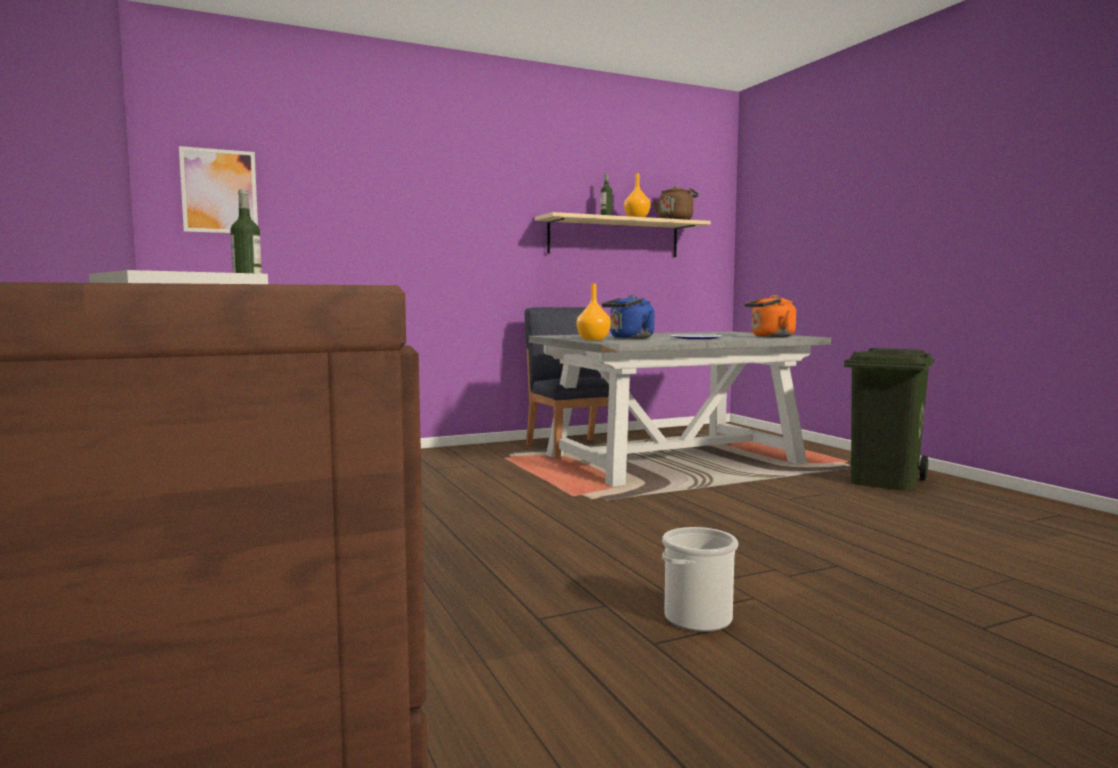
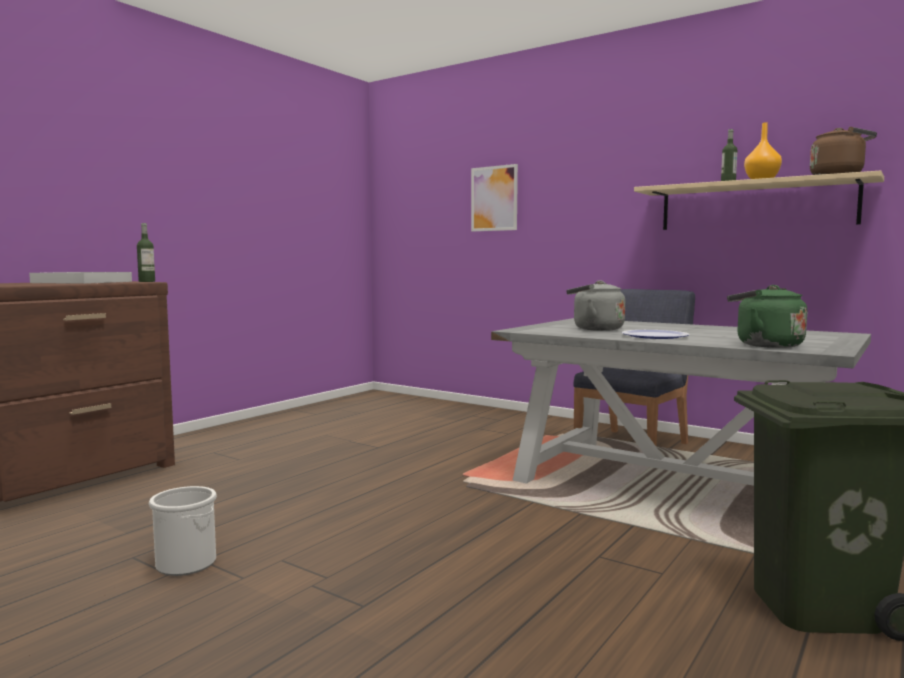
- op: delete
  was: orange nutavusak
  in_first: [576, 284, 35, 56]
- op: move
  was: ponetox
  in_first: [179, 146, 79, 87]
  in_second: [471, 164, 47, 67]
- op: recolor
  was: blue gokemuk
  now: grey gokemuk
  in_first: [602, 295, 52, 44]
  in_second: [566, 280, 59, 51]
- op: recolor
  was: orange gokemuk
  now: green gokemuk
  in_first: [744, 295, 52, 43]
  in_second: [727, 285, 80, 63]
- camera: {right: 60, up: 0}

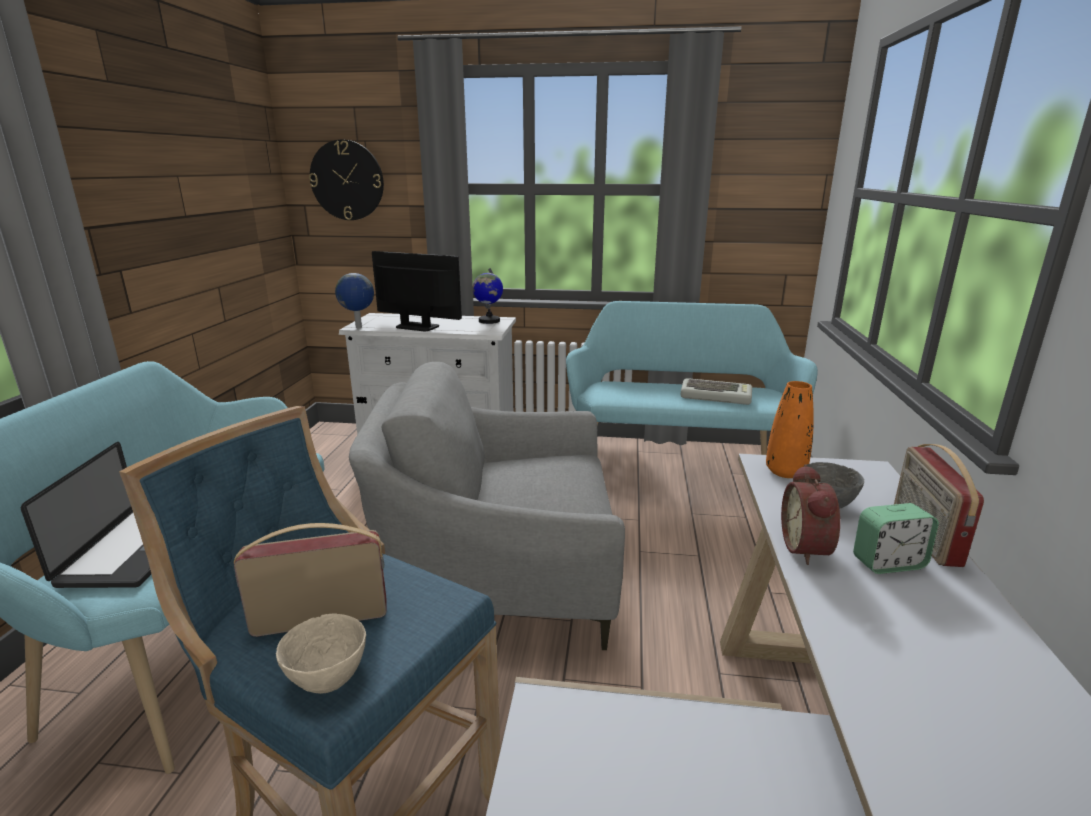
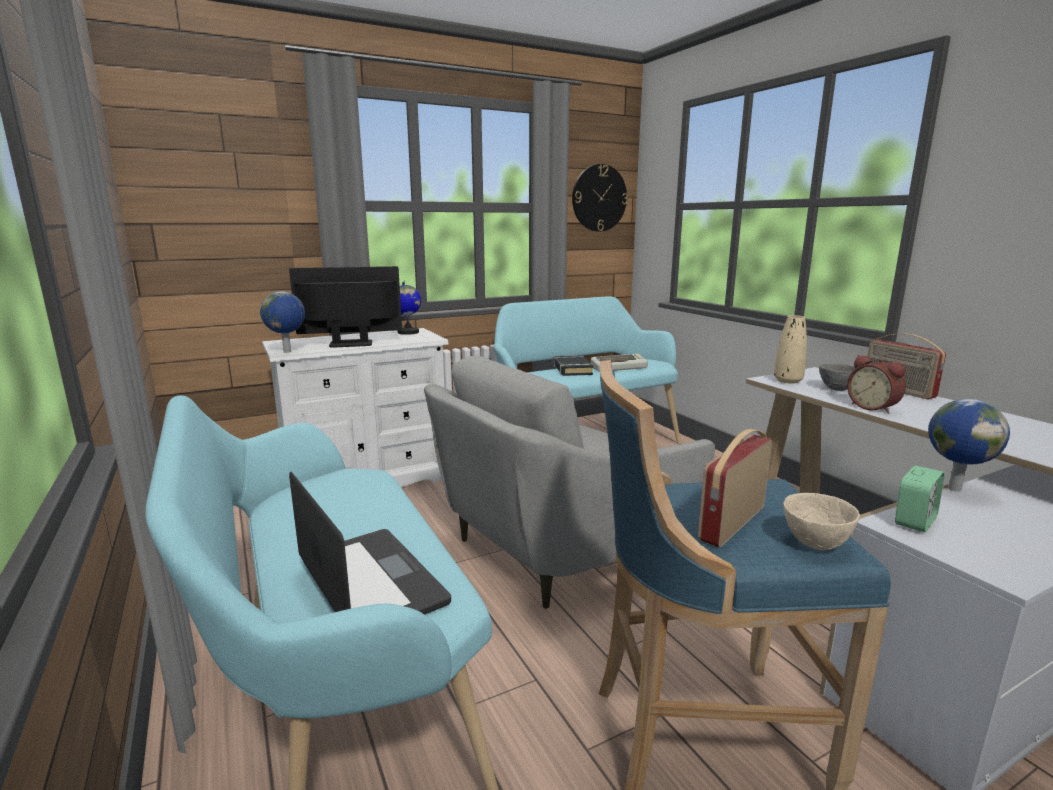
- op: insert
  now: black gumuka
  in_second: [553, 355, 40, 21]
- op: insert
  now: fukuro
  in_second: [928, 399, 82, 93]
- op: move
  was: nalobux
  in_first: [309, 140, 75, 80]
  in_second: [572, 164, 56, 68]
- op: move
  was: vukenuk
  in_first: [853, 503, 86, 71]
  in_second: [895, 466, 50, 66]
- op: recolor
  was: orange nutavusak
  now: beige nutavusak
  in_first: [766, 381, 48, 97]
  in_second: [774, 315, 33, 68]
- camera: {right: -35, up: -5}

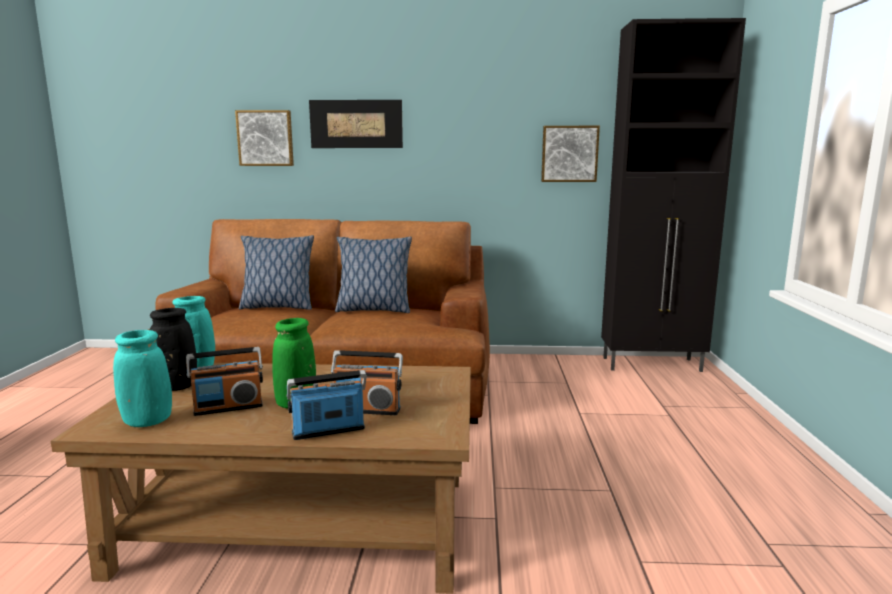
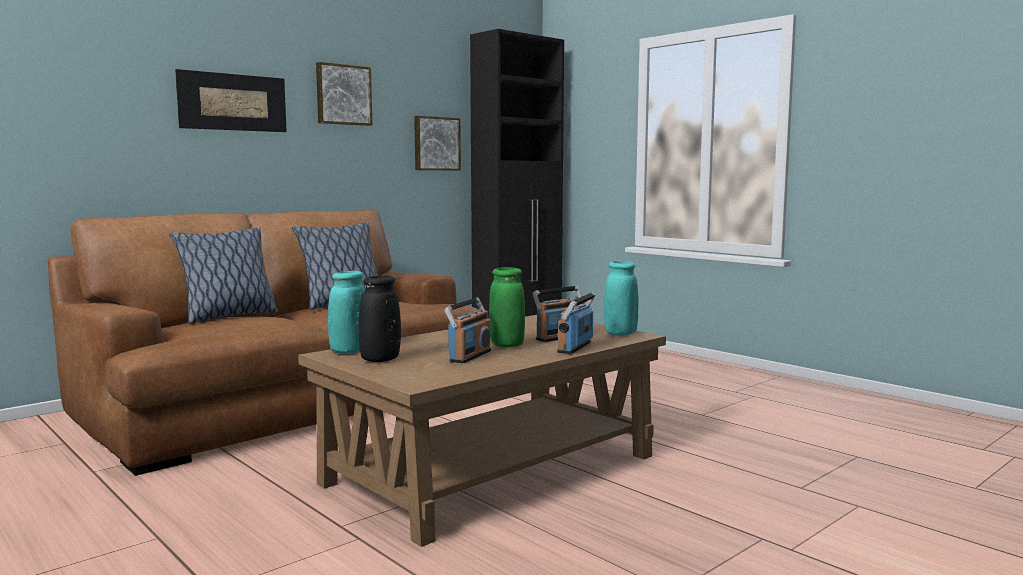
- op: move
  was: turquoise nutavusak
  in_first: [113, 330, 59, 97]
  in_second: [604, 261, 35, 75]
- op: move
  was: ponetox
  in_first: [235, 110, 59, 56]
  in_second: [316, 62, 56, 64]
- camera: {right: -45, up: -5}

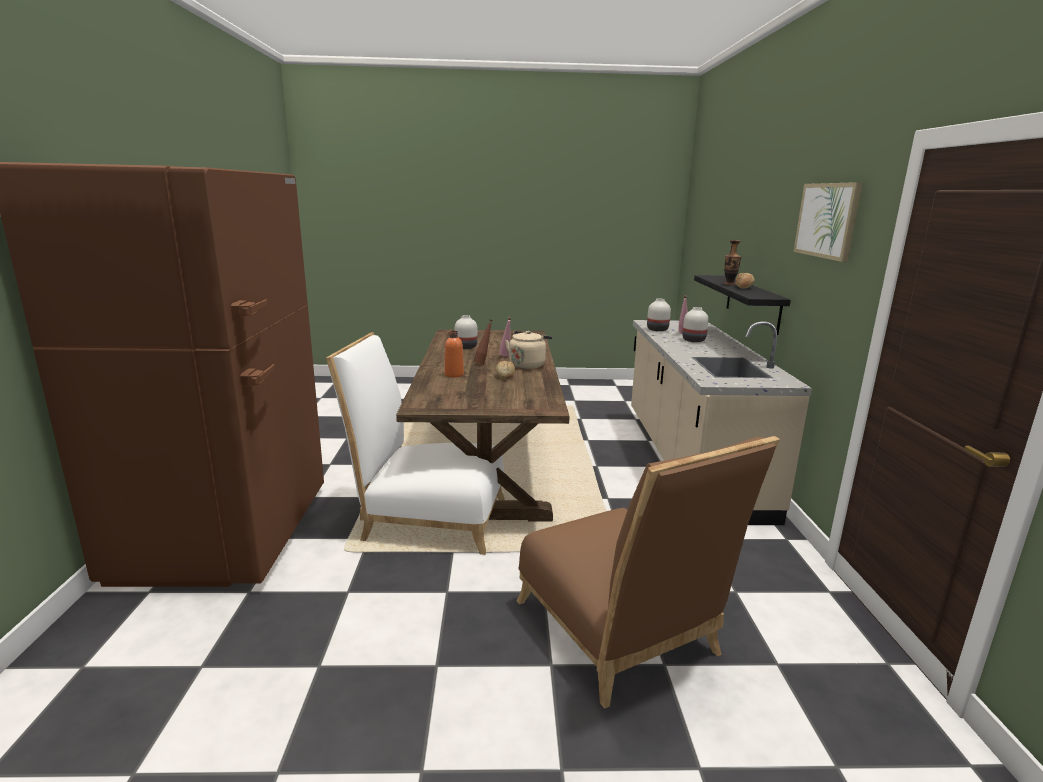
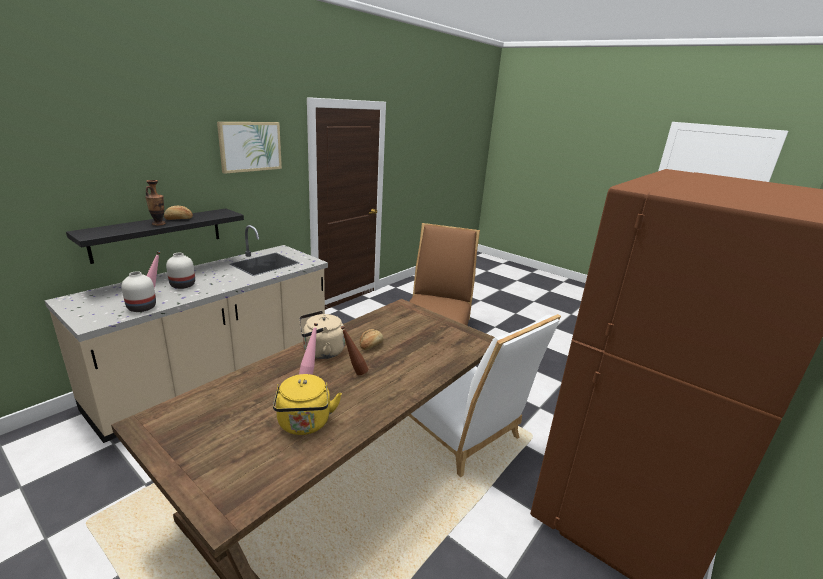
- op: delete
  was: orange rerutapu
  in_first: [445, 331, 19, 47]
- op: replace
  was: white nutavusak
  now: yellow gokemuk
  in_first: [455, 315, 22, 34]
  in_second: [273, 374, 69, 61]
- camera: {right: -140, up: 5}

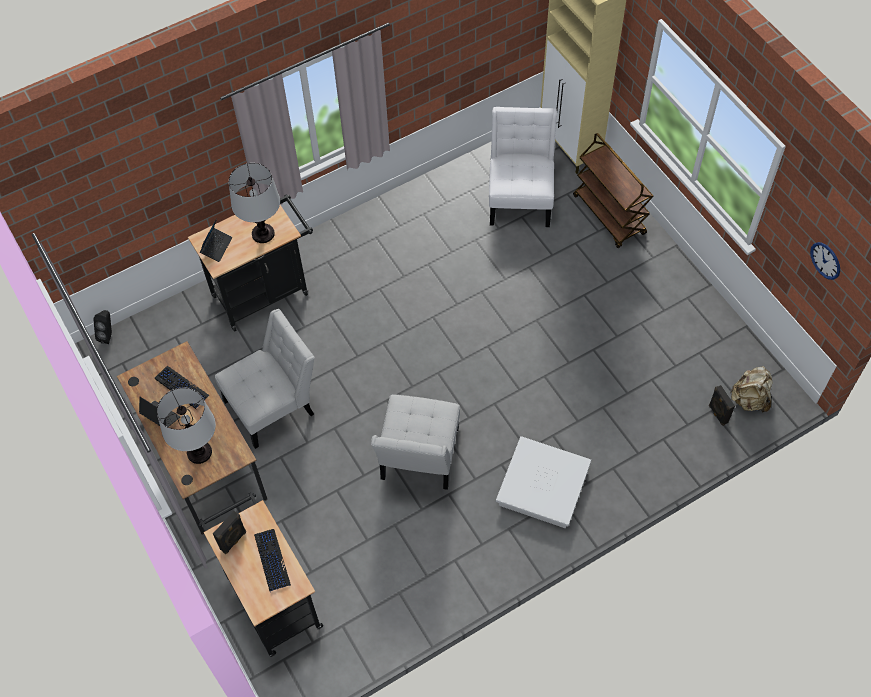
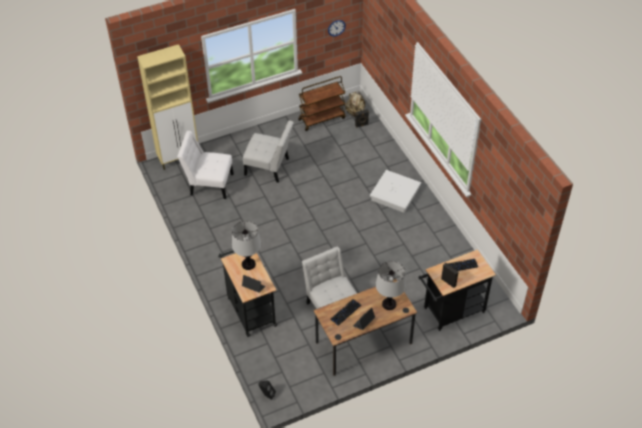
- op: move
  was: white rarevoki
  in_first: [371, 394, 89, 96]
  in_second: [243, 120, 51, 63]
- op: move
  was: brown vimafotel
  in_first: [573, 133, 81, 115]
  in_second: [298, 76, 48, 55]
- camera: {right: -85, up: -10}

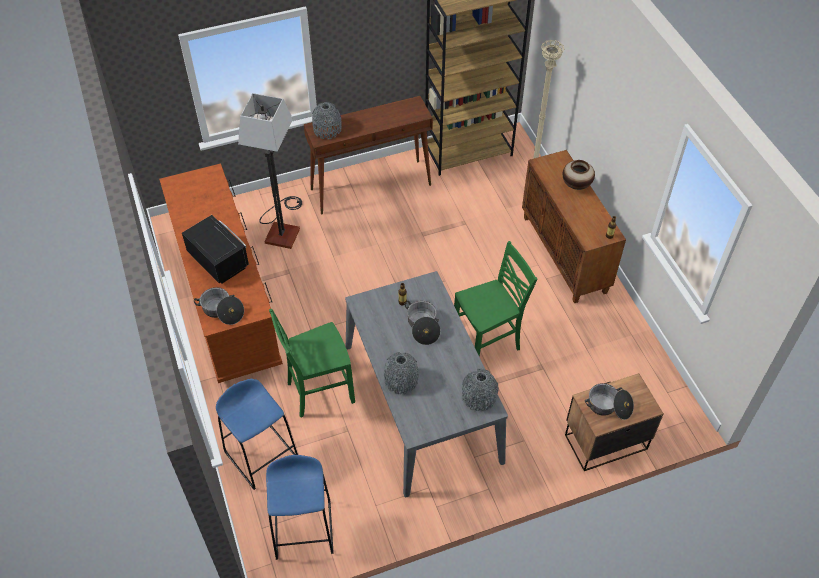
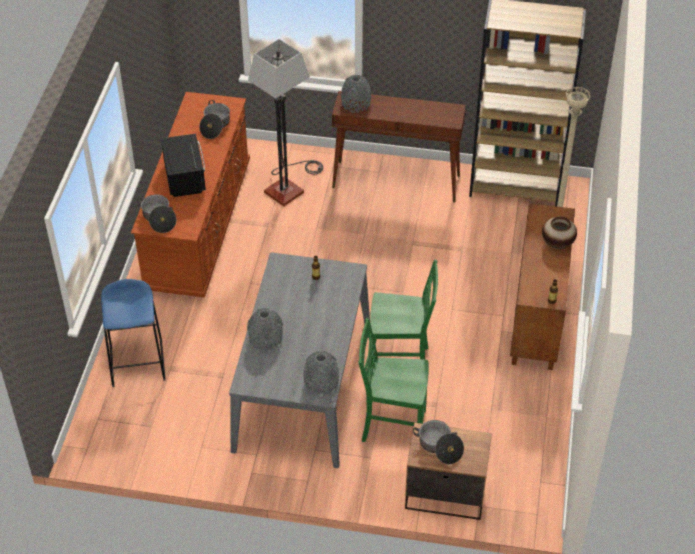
- op: delete
  was: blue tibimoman
  in_first: [266, 455, 68, 105]
- op: move
  was: green rarevoki
  in_first: [269, 309, 86, 109]
  in_second: [358, 318, 71, 124]
- op: move
  was: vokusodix
  in_first: [404, 301, 37, 44]
  in_second: [199, 100, 31, 39]
- camera: {right: 30, up: -5}

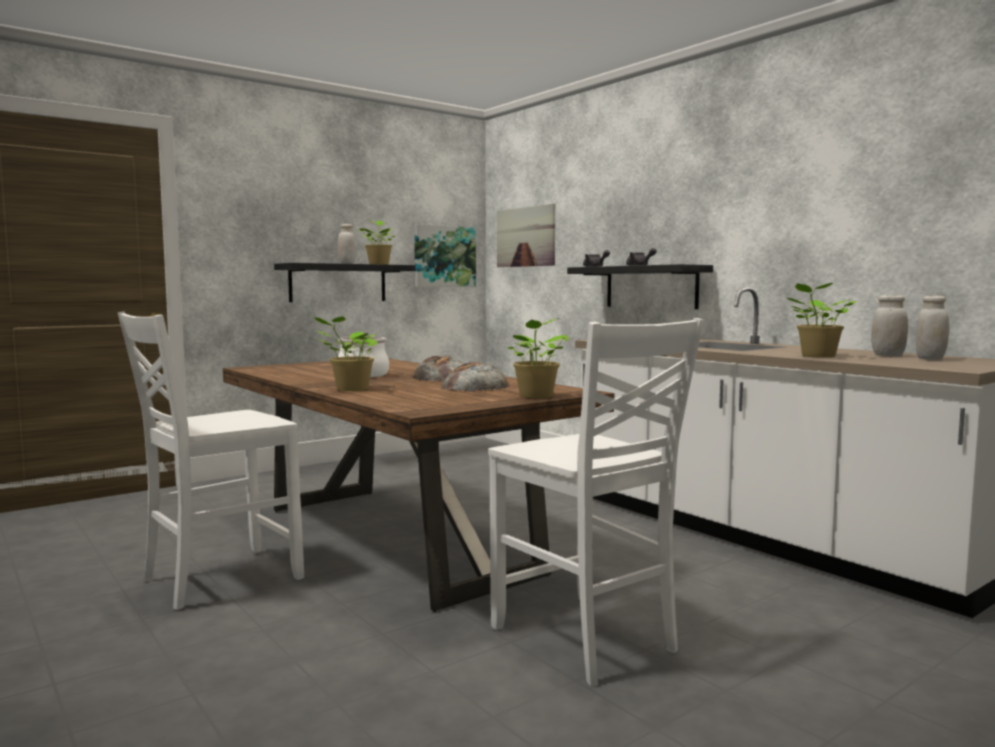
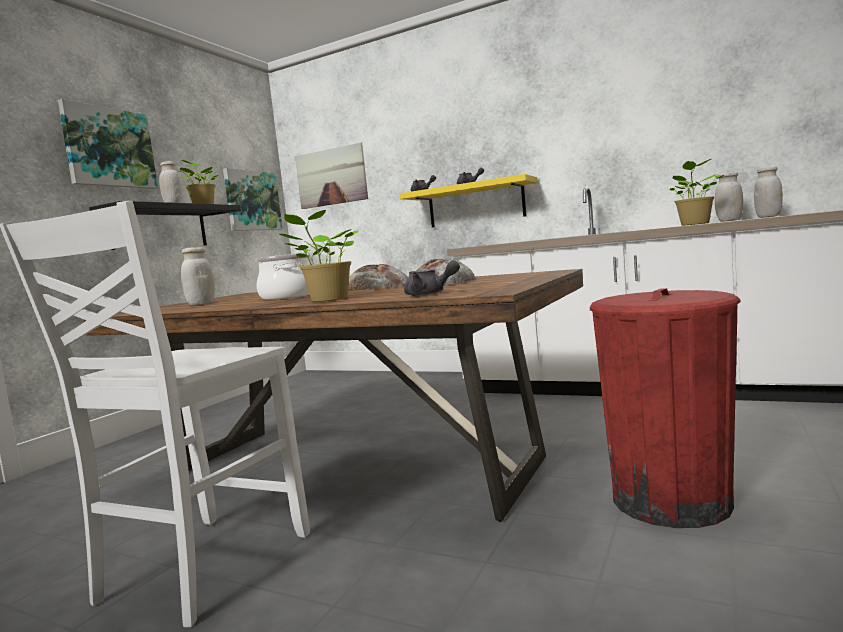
- op: delete
  was: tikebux
  in_first: [507, 318, 66, 80]
- op: insert
  now: ponetox
  in_second: [58, 99, 100, 90]
- op: insert
  now: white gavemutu
  in_second: [181, 247, 34, 58]
- op: insert
  now: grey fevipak
  in_second: [404, 260, 56, 36]
- op: replace
  was: white rarevoki
  now: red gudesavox
  in_first: [488, 318, 216, 369]
  in_second: [590, 288, 150, 240]
- op: recolor
  was: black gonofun
  now: yellow gonofun
  in_first: [567, 264, 146, 45]
  in_second: [400, 174, 138, 54]
- camera: {right: -25, up: 0}

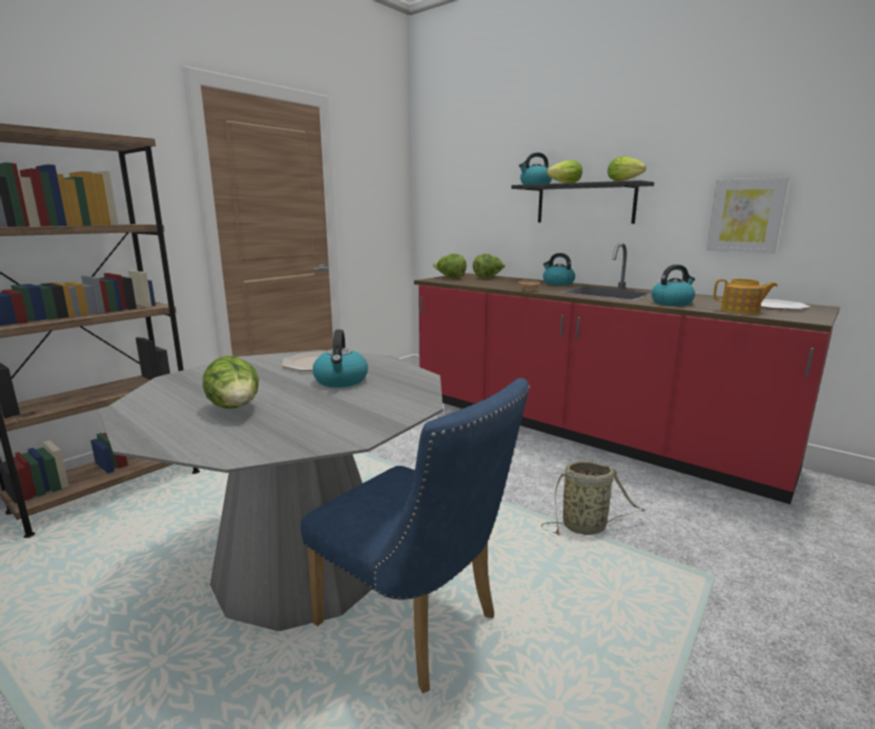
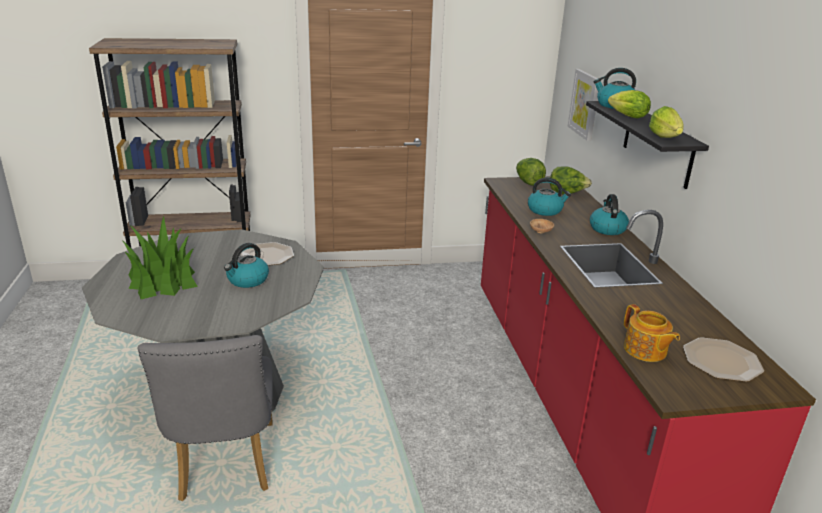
- op: delete
  was: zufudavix
  in_first: [541, 461, 105, 75]
- op: move
  was: gokemuk
  in_first: [651, 264, 44, 42]
  in_second: [528, 178, 43, 38]
- op: move
  was: ponetox
  in_first: [707, 177, 82, 76]
  in_second: [568, 69, 30, 72]
- op: replace
  was: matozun
  now: tikebux
  in_first: [203, 356, 56, 53]
  in_second: [122, 217, 76, 82]
- op: recolor
  was: blue rarevoki
  now: grey rarevoki
  in_first: [301, 378, 229, 315]
  in_second: [138, 335, 135, 166]
- camera: {right: 40, up: 10}

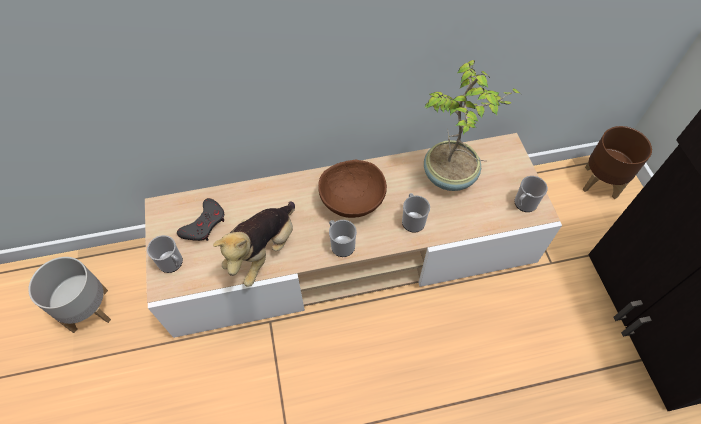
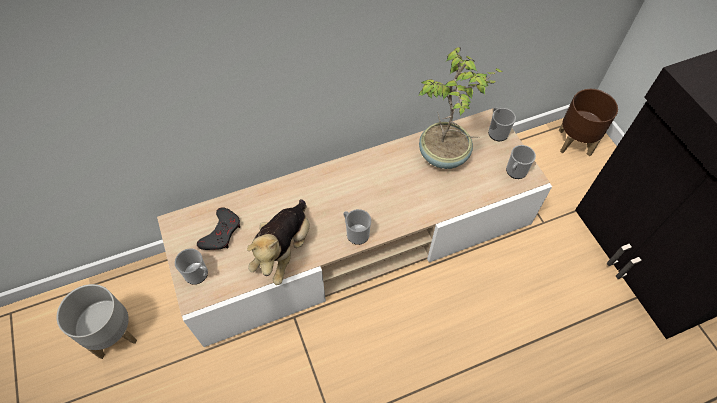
- op: delete
  was: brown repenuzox
  in_first: [318, 160, 69, 58]
- op: move
  was: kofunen
  in_first: [402, 193, 28, 40]
  in_second: [488, 107, 28, 34]
- camera: {right: -10, up: 0}

